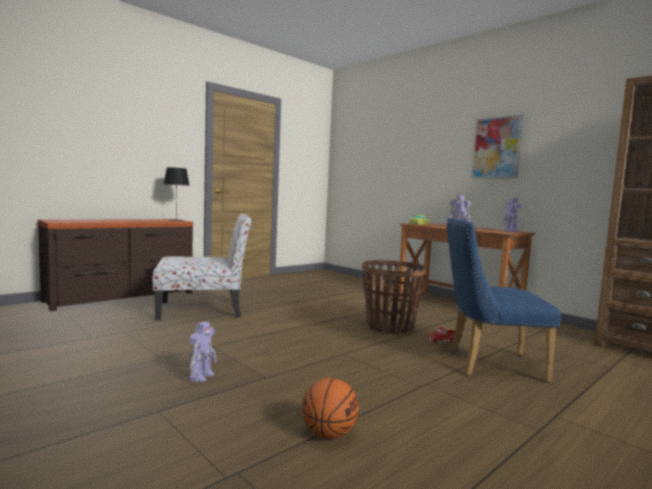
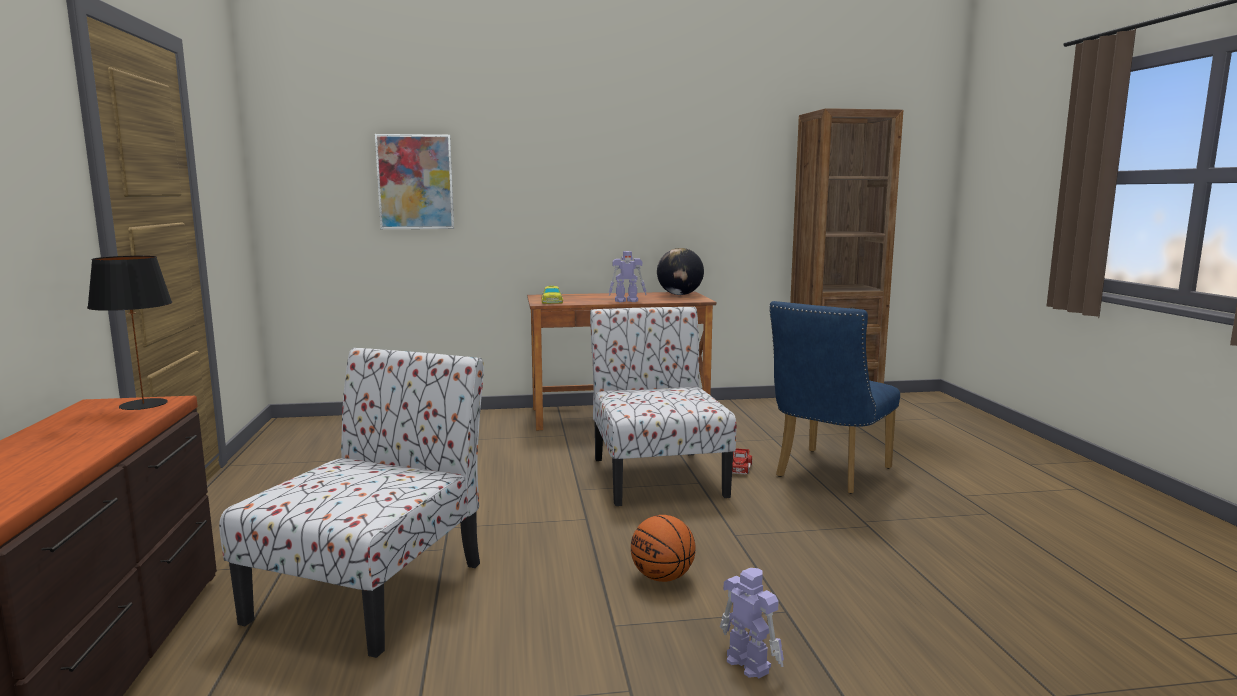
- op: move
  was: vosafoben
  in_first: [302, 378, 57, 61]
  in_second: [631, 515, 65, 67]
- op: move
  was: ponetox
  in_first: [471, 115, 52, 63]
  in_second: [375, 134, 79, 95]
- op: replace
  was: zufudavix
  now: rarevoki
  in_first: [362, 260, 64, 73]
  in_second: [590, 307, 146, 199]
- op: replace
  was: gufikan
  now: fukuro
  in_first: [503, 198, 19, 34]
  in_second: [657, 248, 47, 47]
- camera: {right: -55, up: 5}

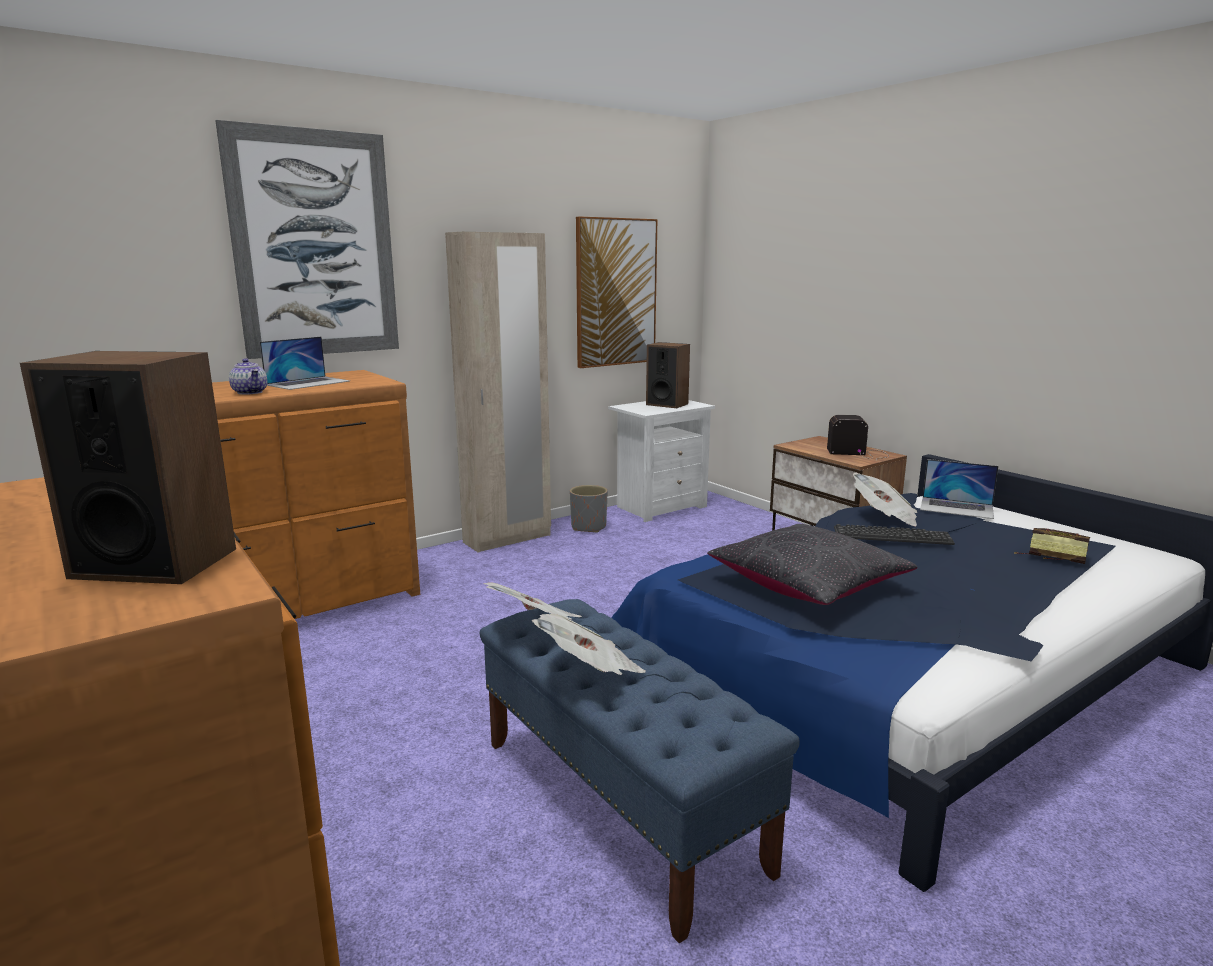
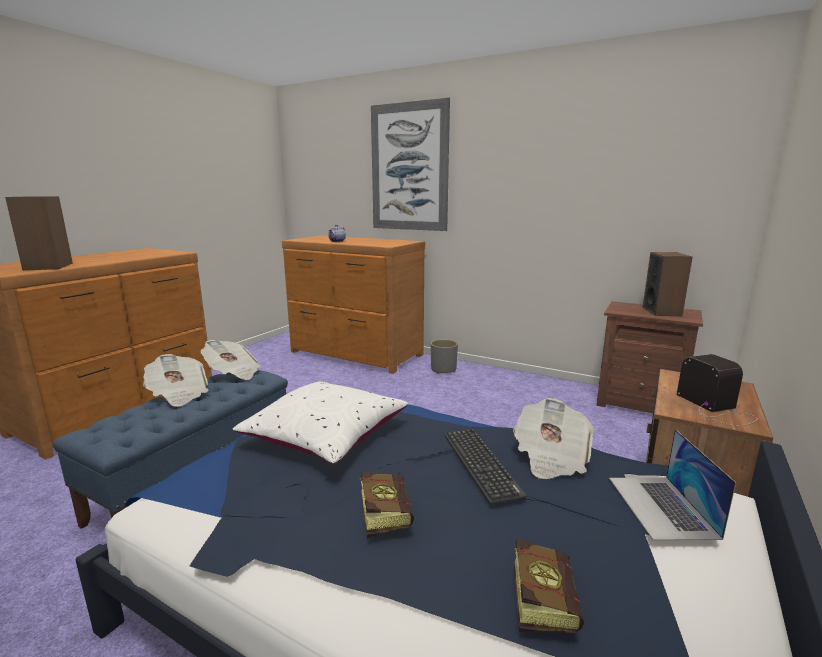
- op: delete
  was: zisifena
  in_first: [260, 337, 90, 53]
- op: delete
  was: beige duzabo
  in_first: [445, 232, 106, 320]
- op: delete
  was: ponetox
  in_first: [576, 216, 81, 152]
- op: insert
  now: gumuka
  in_second: [360, 472, 54, 66]
- op: move
  was: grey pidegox
  in_first: [570, 485, 38, 48]
  in_second: [431, 339, 27, 35]
- op: recolor
  was: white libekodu
  now: brown libekodu
  in_first: [608, 400, 107, 122]
  in_second: [596, 301, 107, 112]
- op: recolor
  was: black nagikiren
  now: white nagikiren
  in_first: [707, 524, 210, 81]
  in_second: [232, 381, 176, 83]
- camera: {right: 65, up: 0}

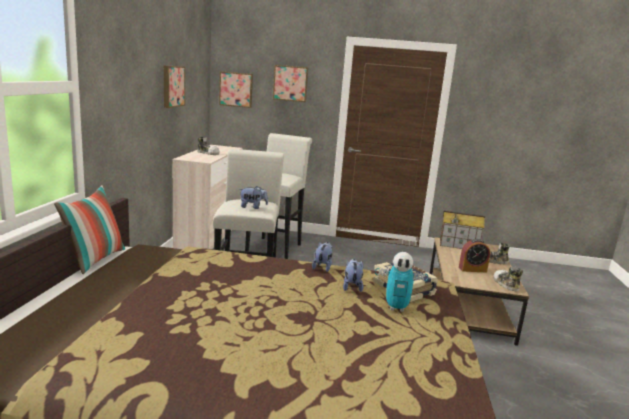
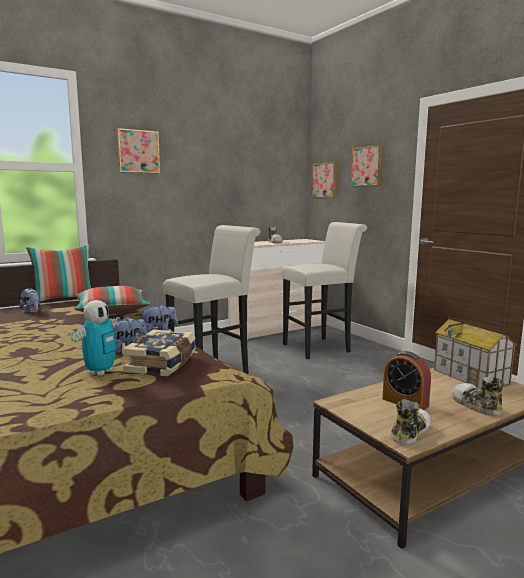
- op: insert
  now: nagikiren
  in_second: [74, 286, 76, 28]
- op: move
  was: ponetox
  in_first: [164, 65, 21, 43]
  in_second: [116, 128, 44, 46]
- op: move
  was: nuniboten
  in_first: [240, 186, 28, 23]
  in_second: [19, 288, 22, 25]
- op: rotate
  was: gufikan
  in_first: [375, 252, 53, 60]
  in_second: [71, 300, 50, 76]
  clockwise: -120
- camera: {right: 50, up: -5}

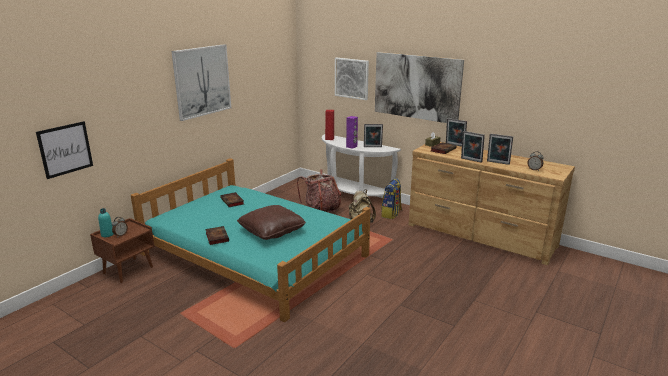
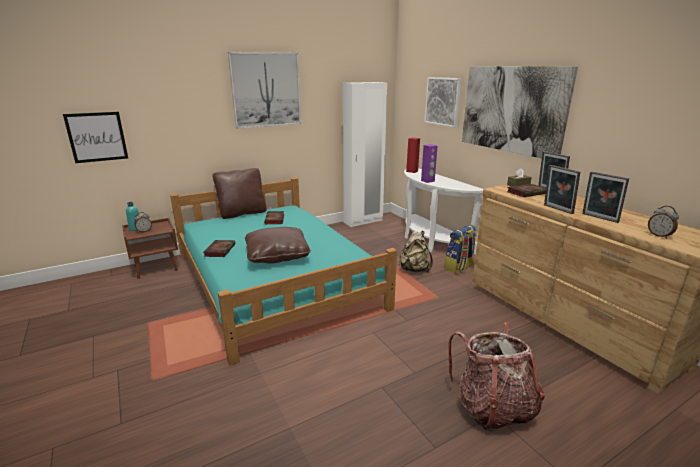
- op: delete
  was: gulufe
  in_first: [364, 124, 19, 23]
- op: insert
  now: brown nagikiren
  in_second: [212, 168, 55, 51]
- op: insert
  now: white duzabo
  in_second: [343, 82, 44, 145]
- op: move
  was: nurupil
  in_first: [297, 169, 44, 43]
  in_second: [448, 321, 97, 111]
- camera: {right: 25, up: 0}

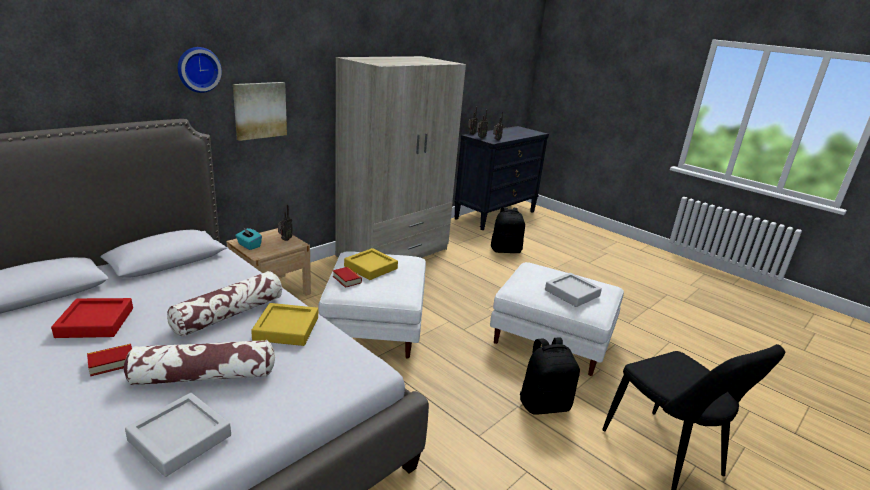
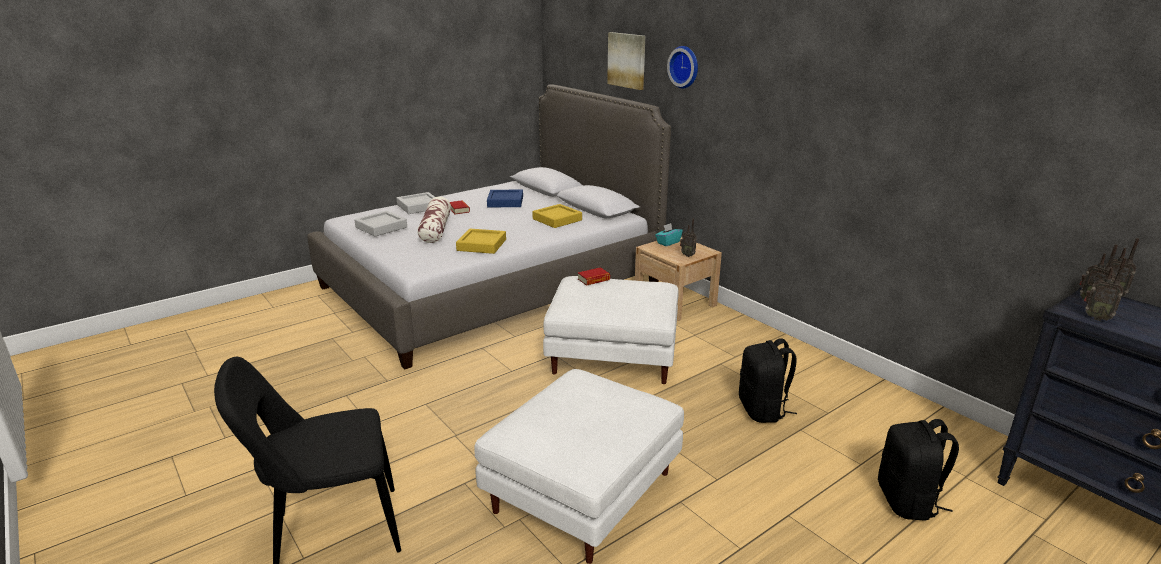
- op: delete
  was: nagikiren
  in_first: [167, 271, 115, 66]
- op: delete
  was: beige duzabo
  in_first: [335, 56, 131, 202]
- op: move
  was: ponetox
  in_first: [233, 82, 54, 59]
  in_second: [607, 32, 38, 58]
- op: move
  was: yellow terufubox
  in_first: [344, 248, 54, 32]
  in_second: [532, 204, 50, 24]
- op: move
  was: black nurupil
  in_first: [520, 337, 60, 78]
  in_second: [739, 338, 58, 85]
- op: move
  was: grey terufubox
  in_first: [545, 273, 57, 34]
  in_second: [397, 192, 38, 22]
- op: recolor
  was: red terufubox
  now: blue terufubox
  in_first: [51, 298, 82, 40]
  in_second: [487, 190, 36, 17]
- camera: {right: 100, up: 0}

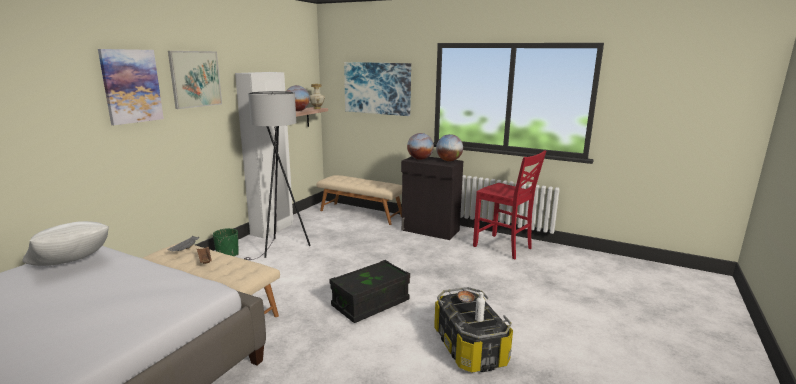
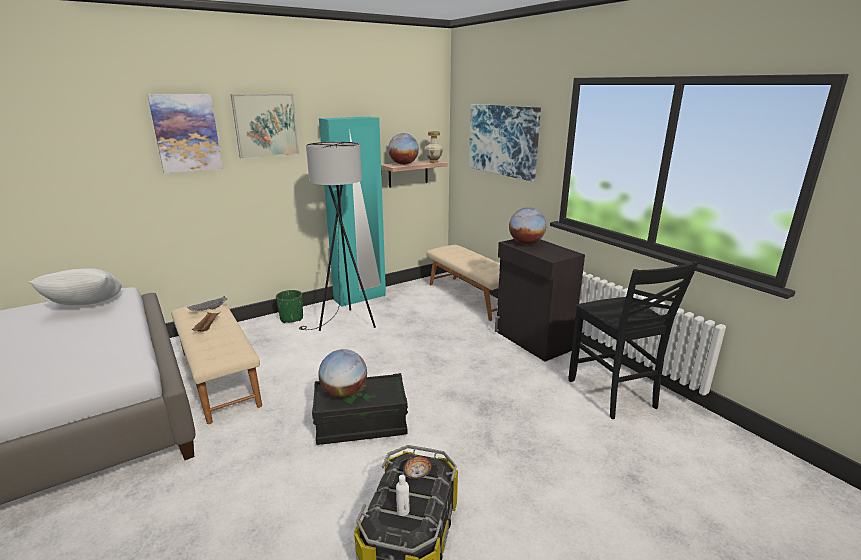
- op: move
  was: fukuro
  in_first: [436, 134, 27, 27]
  in_second: [319, 349, 48, 49]
- op: recolor
  was: white duzabo
  now: turquoise duzabo
  in_first: [235, 72, 58, 166]
  in_second: [319, 117, 67, 190]
- op: recolor
  was: red rarevoki
  now: black rarevoki
  in_first: [473, 150, 73, 110]
  in_second: [568, 261, 130, 158]
- camera: {right: 30, up: 5}

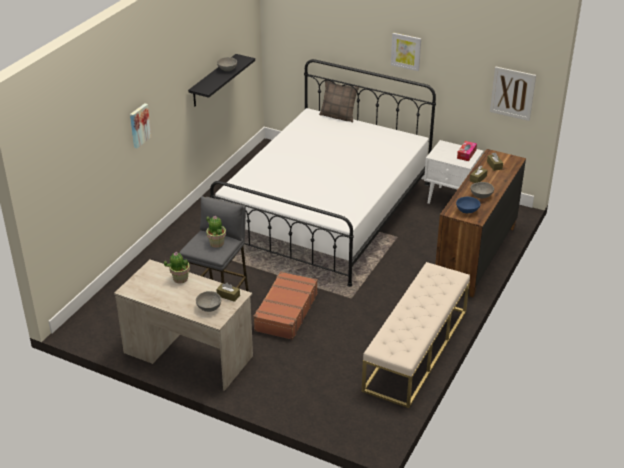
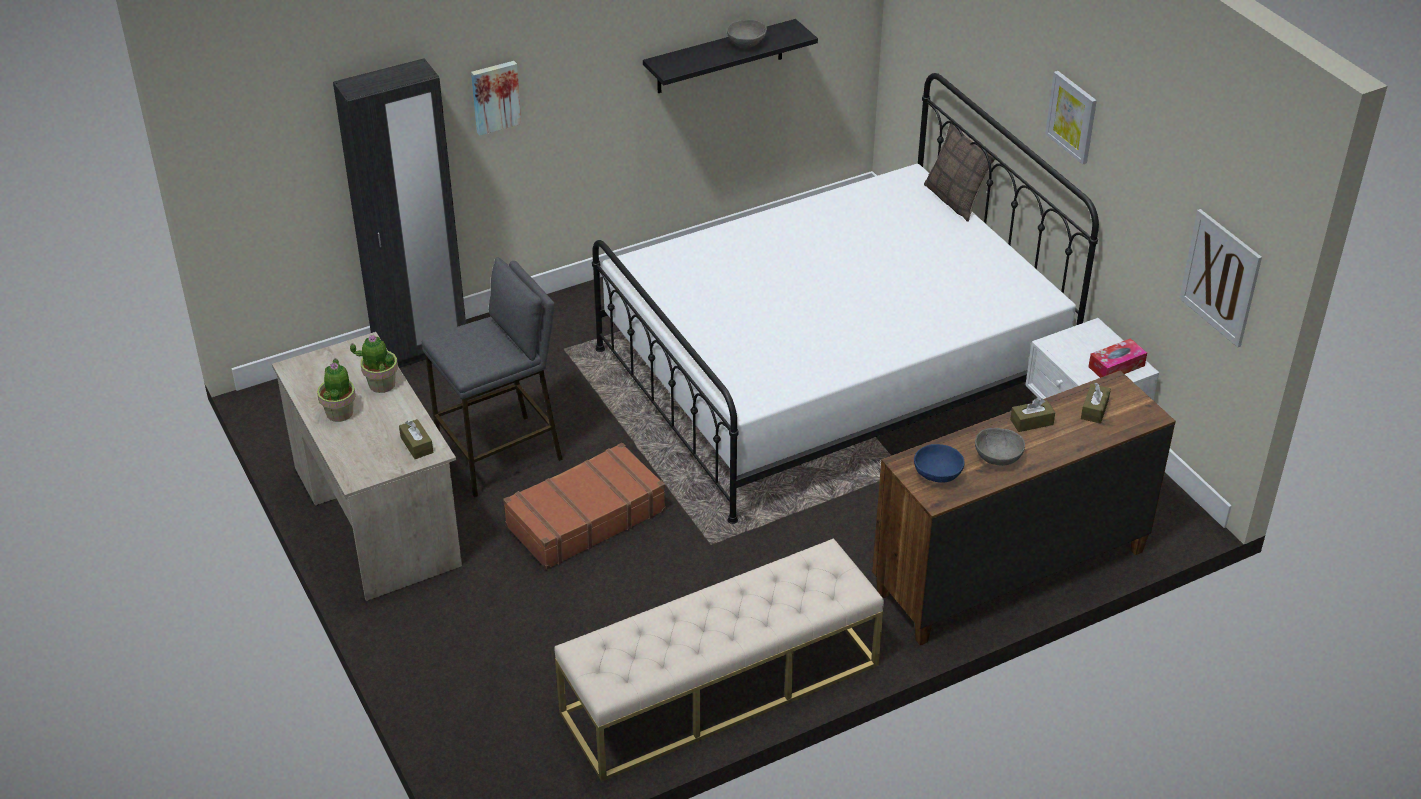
- op: delete
  was: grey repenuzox
  in_first: [196, 291, 25, 21]
- op: insert
  now: black duzabo
  in_second: [333, 58, 133, 310]
- op: move
  was: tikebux
  in_first: [206, 216, 20, 32]
  in_second: [317, 358, 39, 64]
- camera: {right: 35, up: 5}

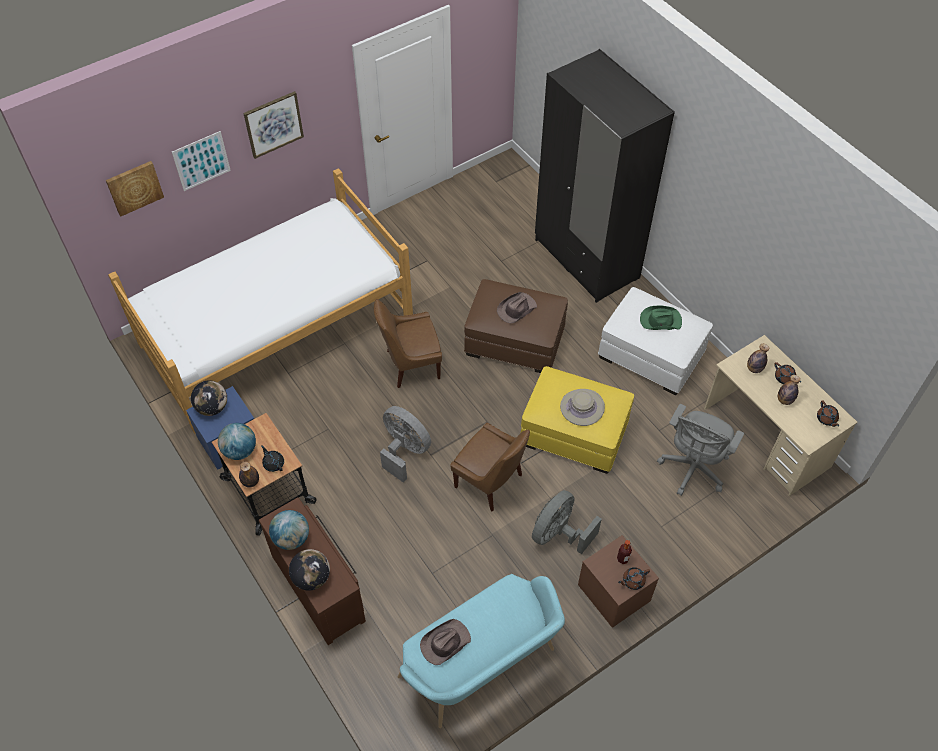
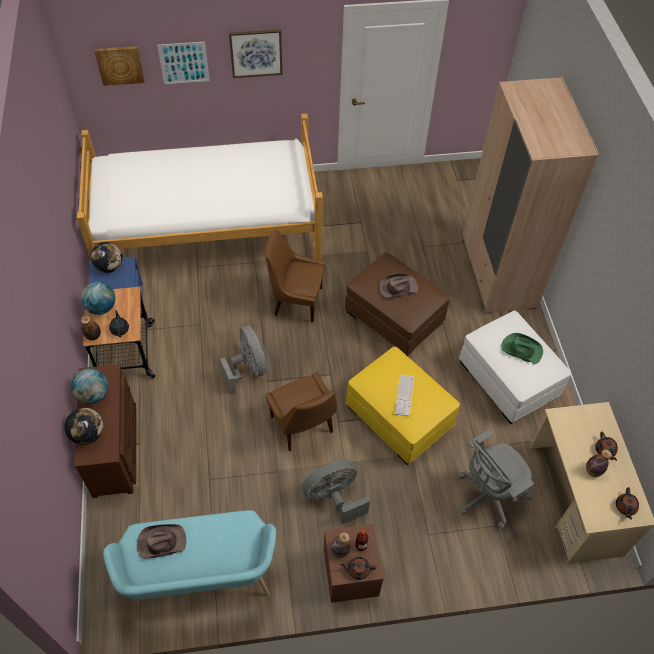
- op: move
  was: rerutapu
  in_first: [747, 344, 22, 29]
  in_second: [331, 532, 20, 26]
- op: replace
  was: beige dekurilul
  now: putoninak
  in_first: [560, 389, 45, 37]
  in_second: [395, 375, 19, 41]
- op: recolor
  was: black duzabo
  now: beige duzabo
  in_first: [535, 49, 140, 254]
  in_second: [462, 77, 137, 237]
- camera: {right: 25, up: 0}

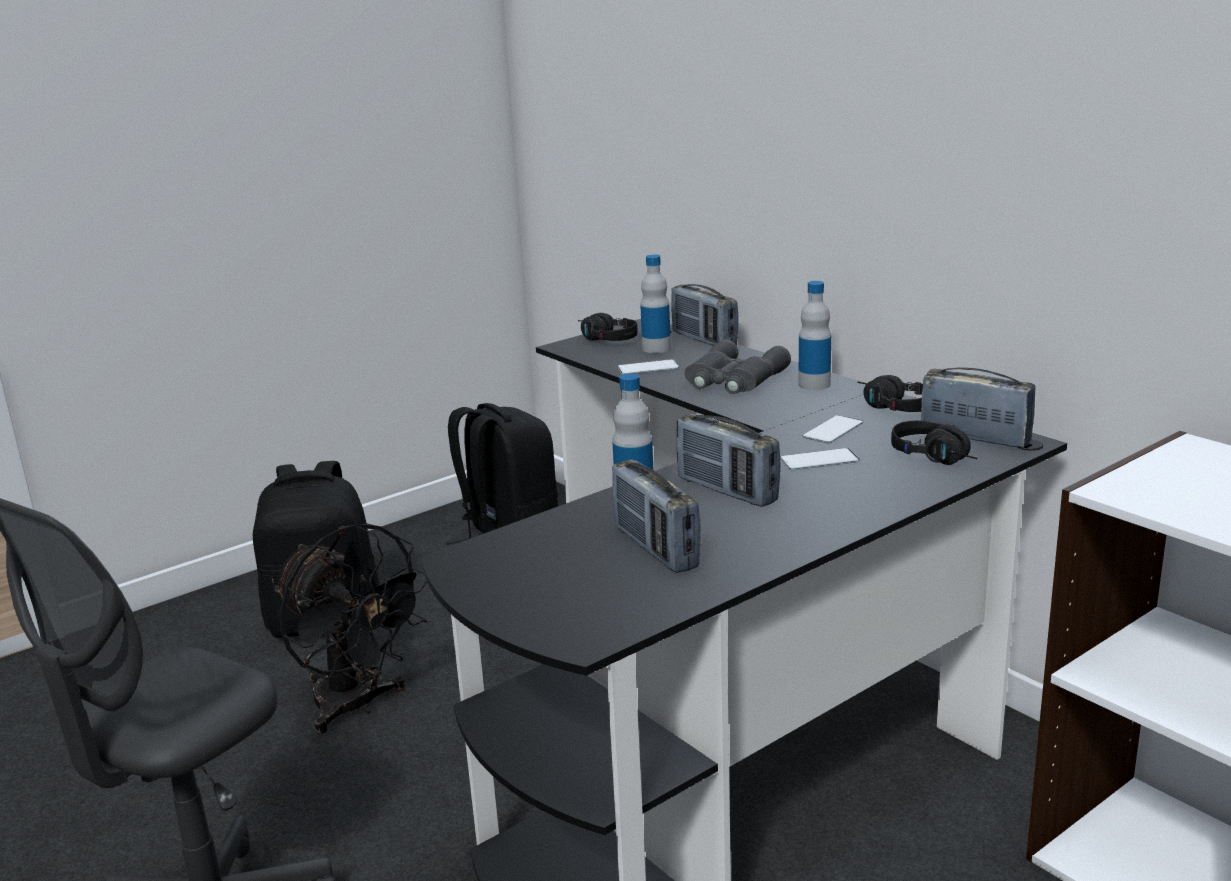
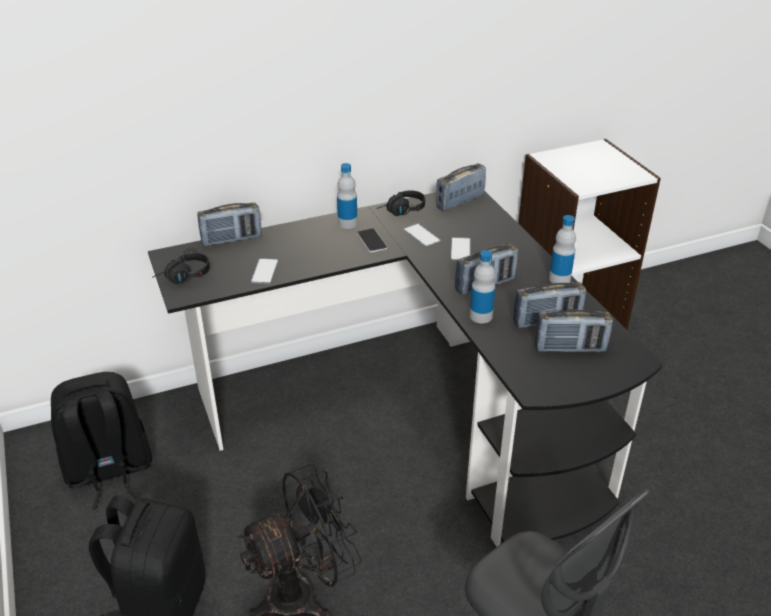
- op: delete
  was: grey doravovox
  in_first: [684, 339, 107, 55]
- op: delete
  was: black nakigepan
  in_first: [891, 420, 86, 45]
- op: insert
  now: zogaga
  in_second: [357, 228, 31, 25]
- op: insert
  now: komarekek
  in_second: [535, 310, 78, 42]
- op: move
  was: rerutapu
  in_first: [640, 254, 31, 99]
  in_second: [549, 215, 27, 68]
- camera: {right: -75, up: 15}

